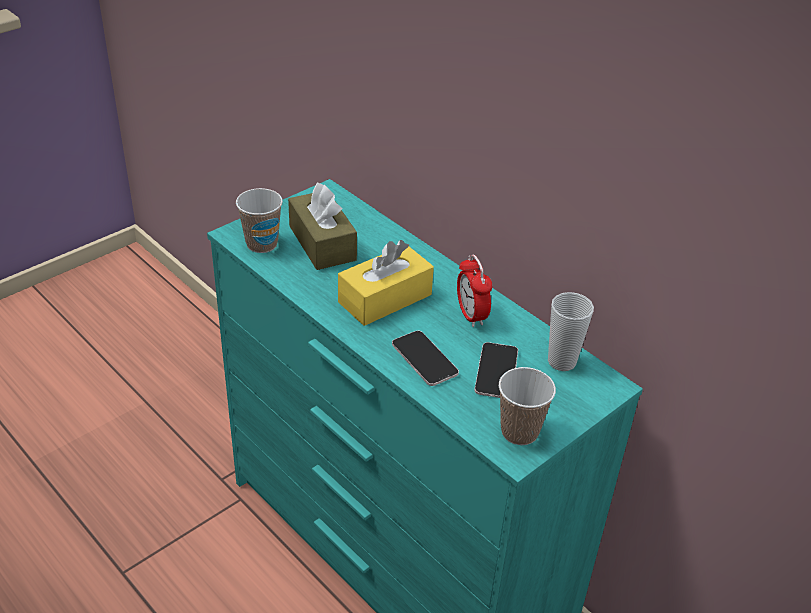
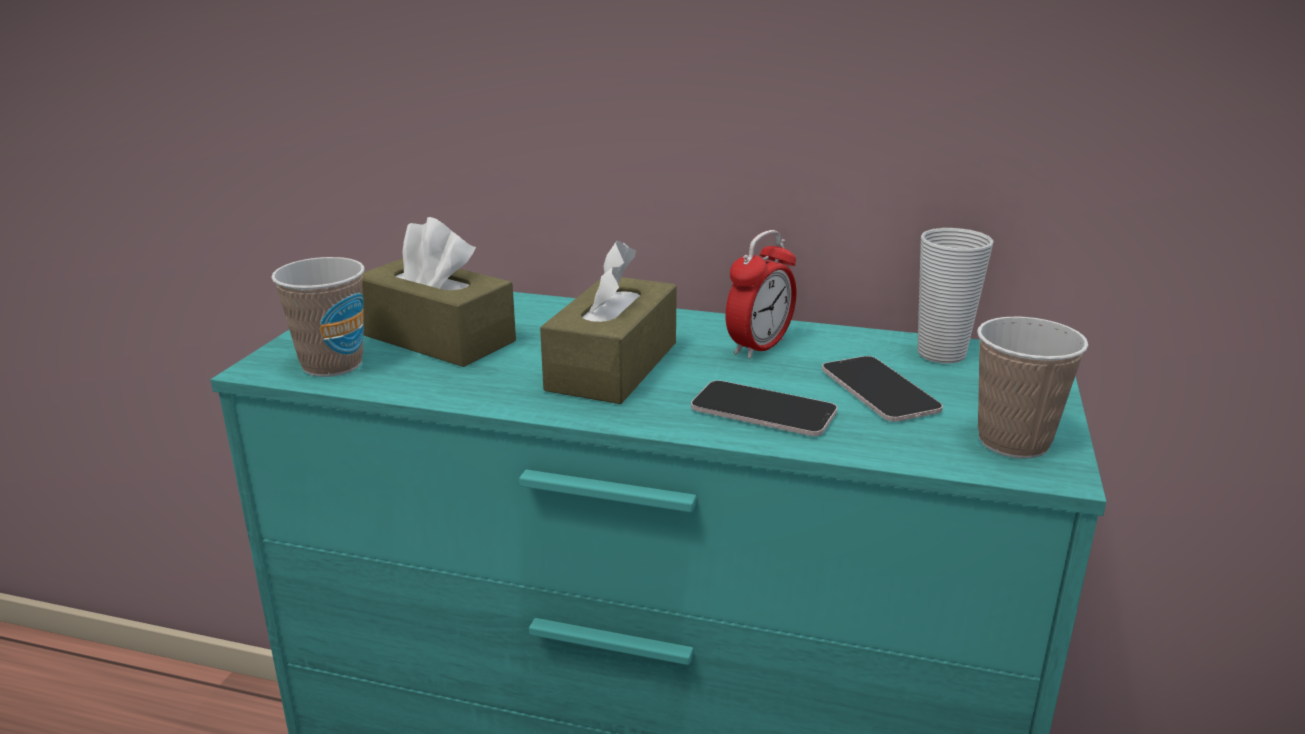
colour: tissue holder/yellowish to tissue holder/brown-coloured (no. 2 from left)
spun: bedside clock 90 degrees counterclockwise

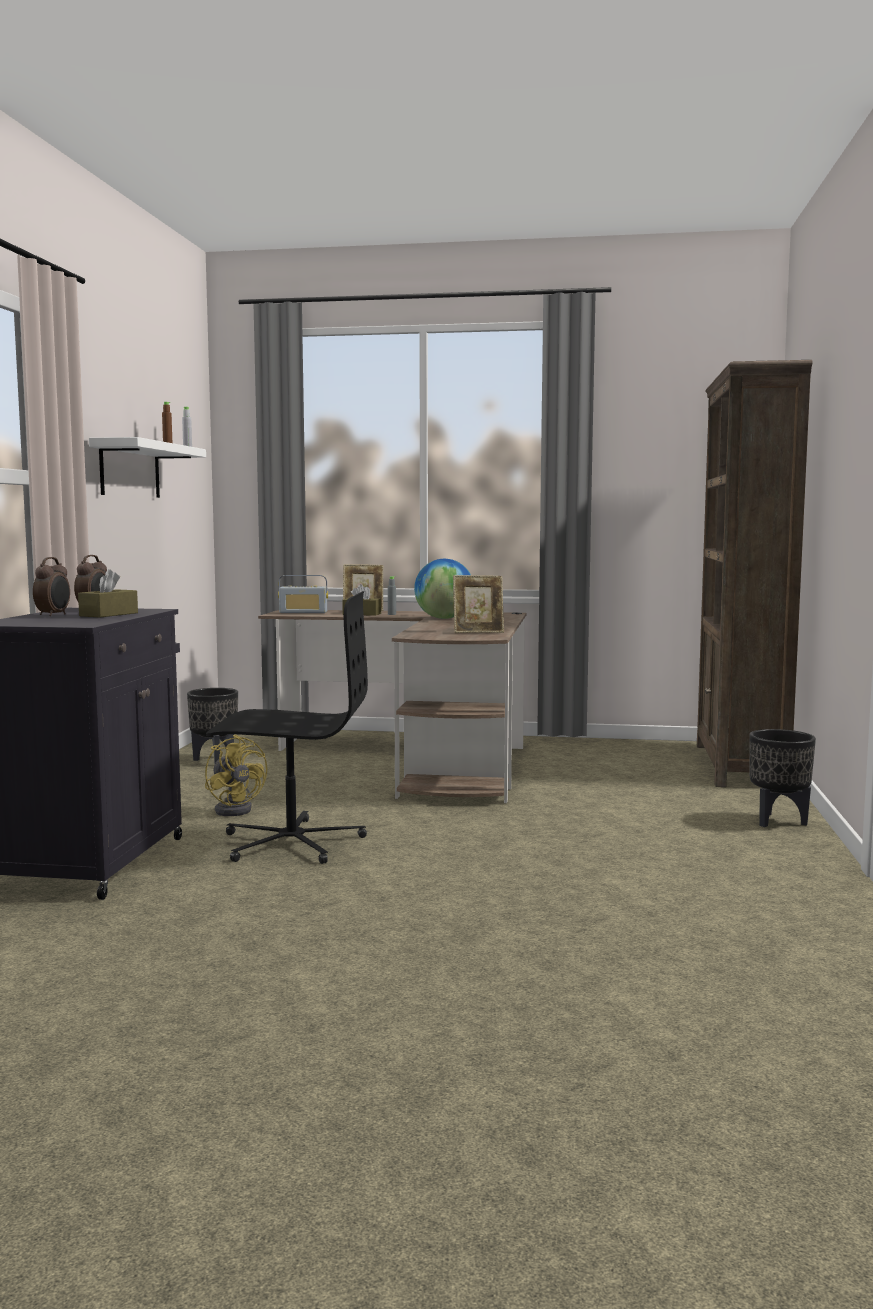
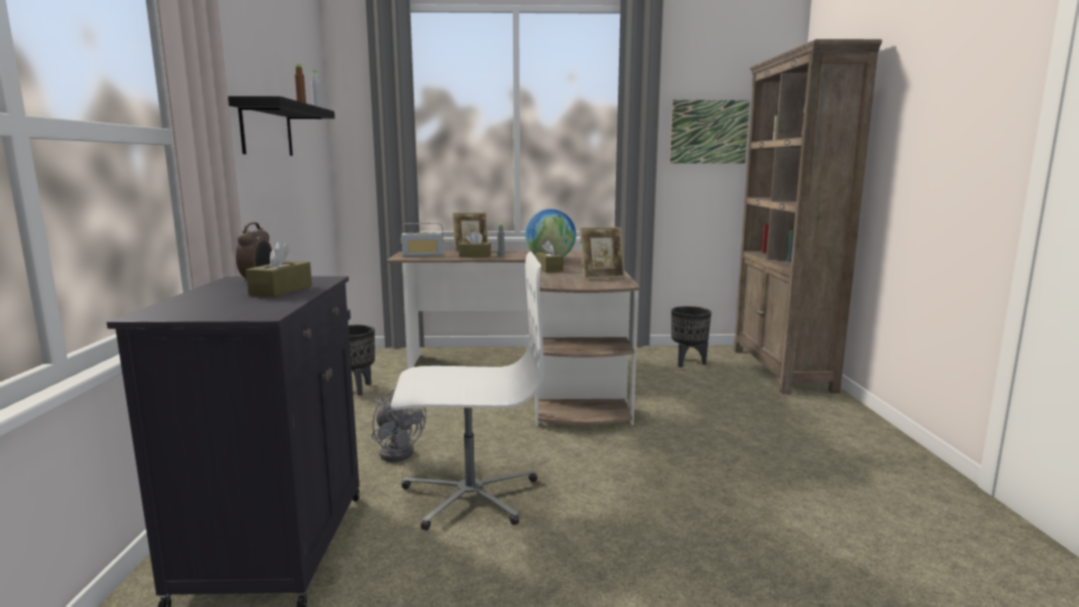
missing: bedside clock (no. 1 from left)
appeared: tissue holder/brown-coloured (no. 3 from left); picture
relocated: plant pot/black (no. 2 from left)
colour: wall shelf/white to wall shelf/black; electric fan/yellowish to electric fan/grey; office chair/black to office chair/white

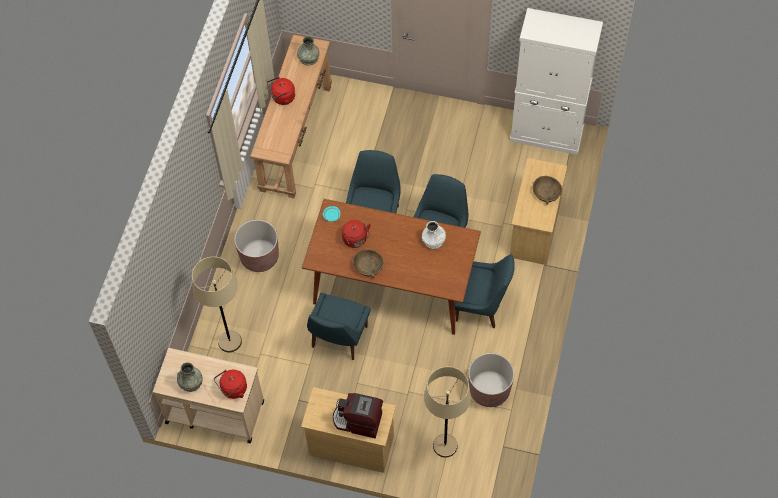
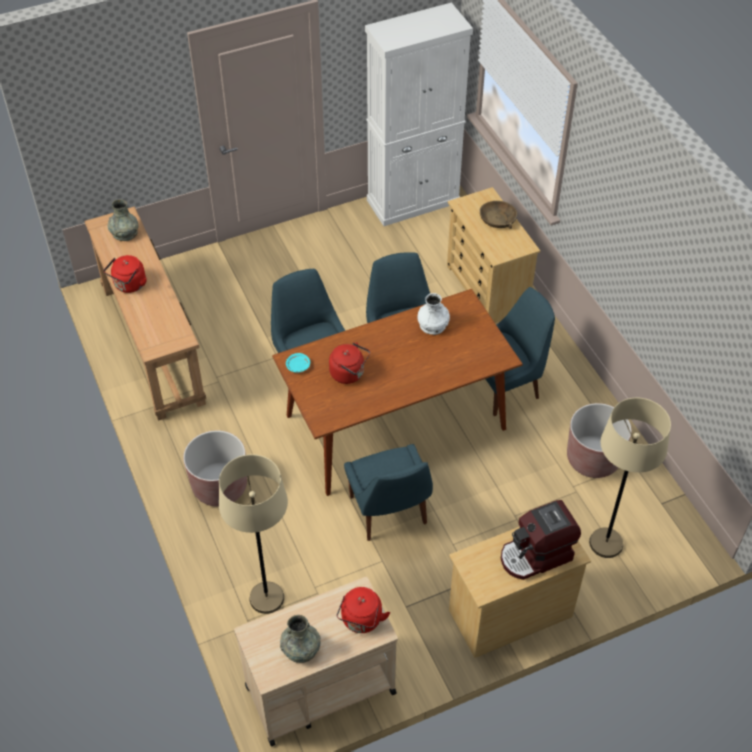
missing: serving bowl/brown-coloured (no. 1 from left)

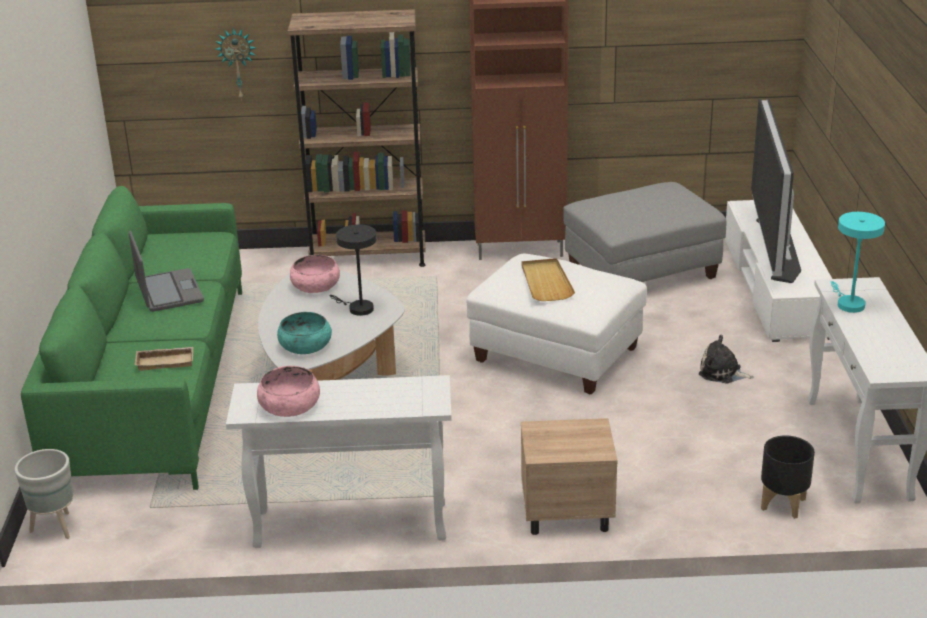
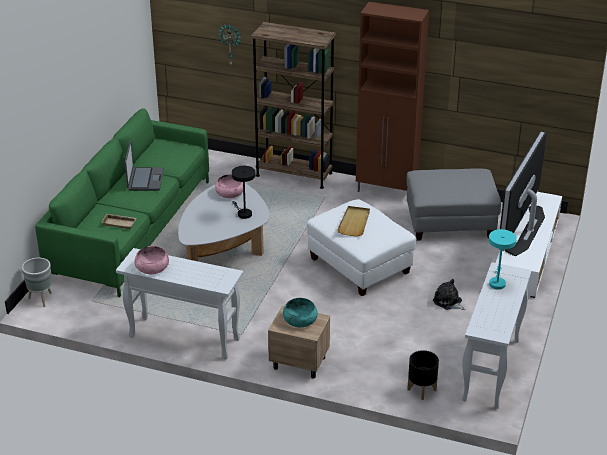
relocated: serving bowl/turquoise-coloured

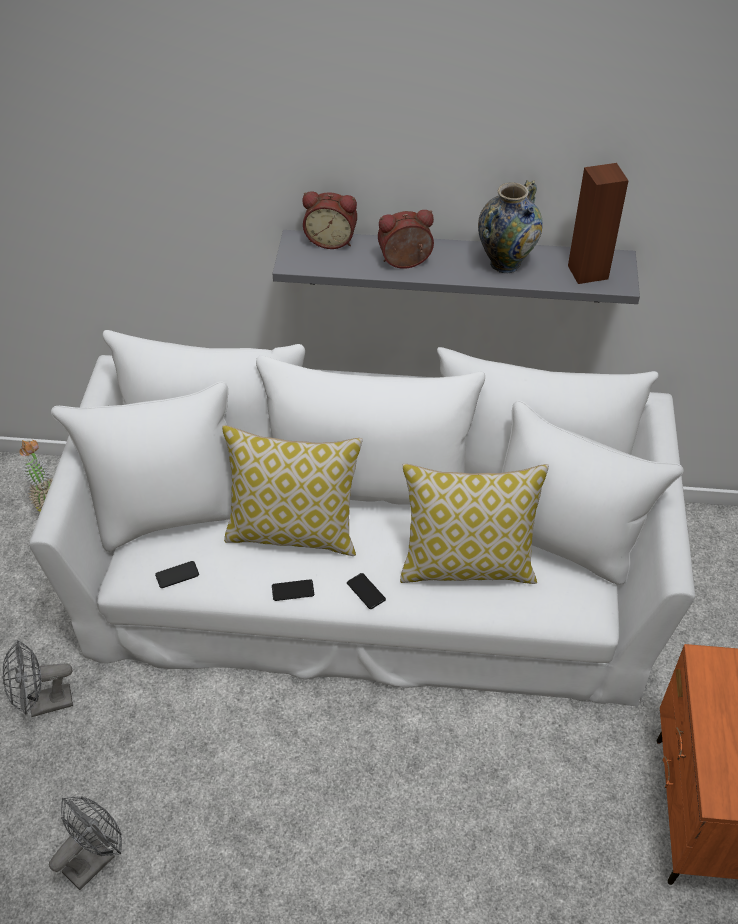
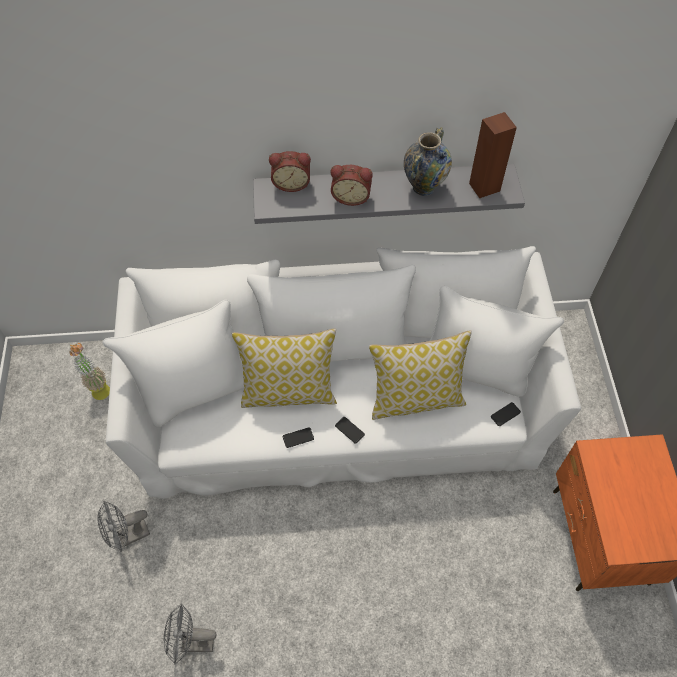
relocated: telephone (no. 1 from left in the first image) to telephone (no. 3 from left)
spun: electric fan/grey (no. 2 from left) 120 degrees counterclockwise; bedside clock (no. 2 from left) 150 degrees counterclockwise

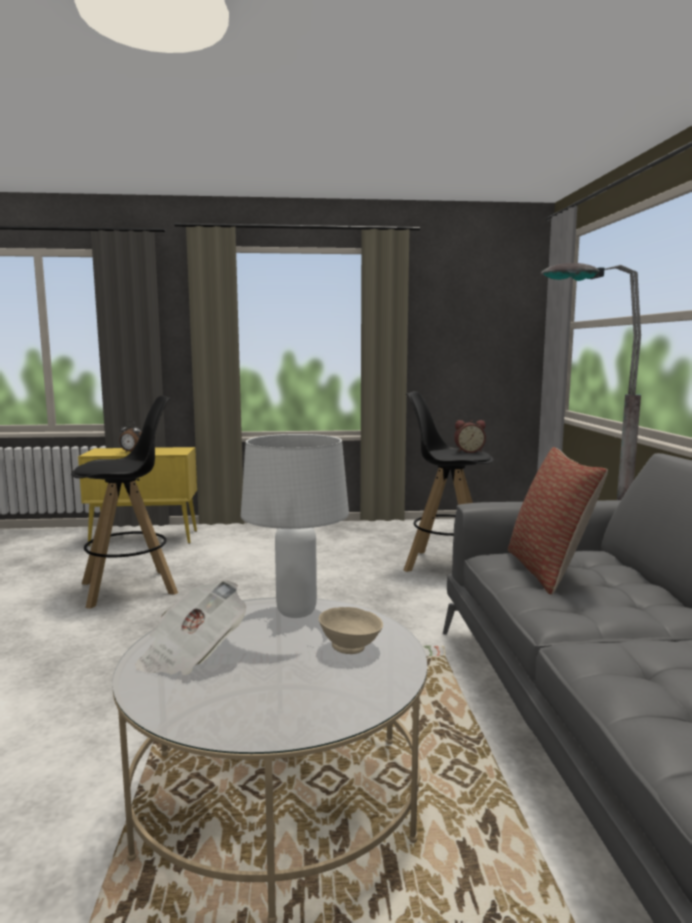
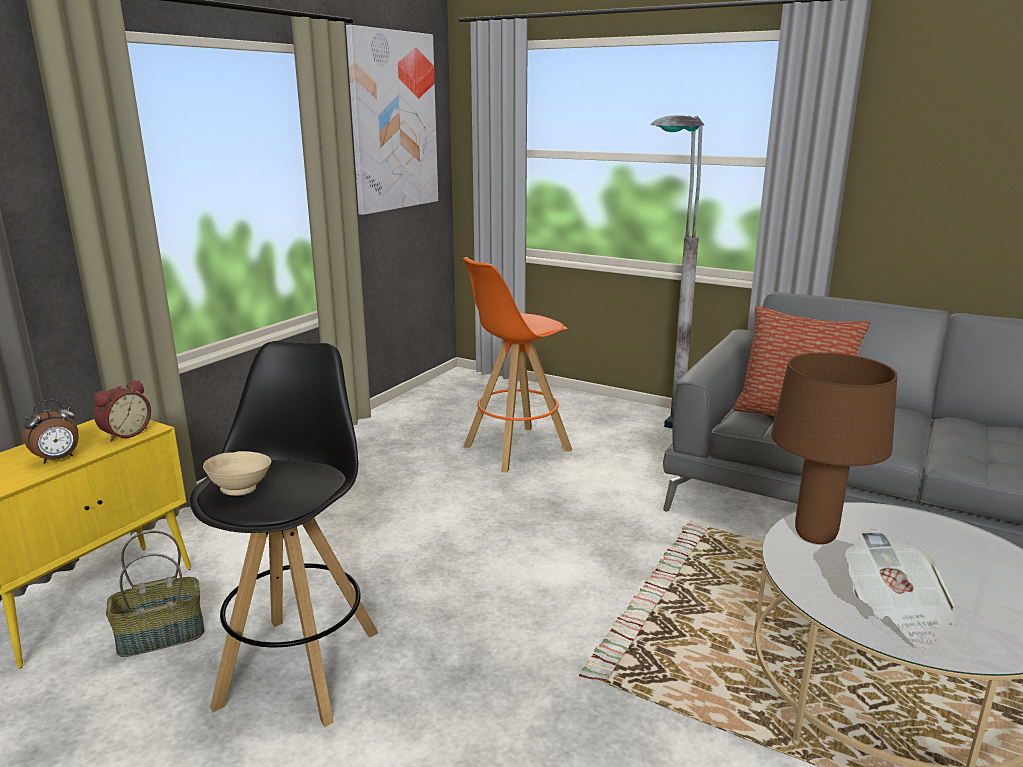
appeared: storage basket; picture
relocated: serving bowl/beige-coloured; bedside clock (no. 2 from left)
colour: lamp for a table/white to lamp for a table/brown-coloured; stool/black (no. 2 from left) to stool/orange

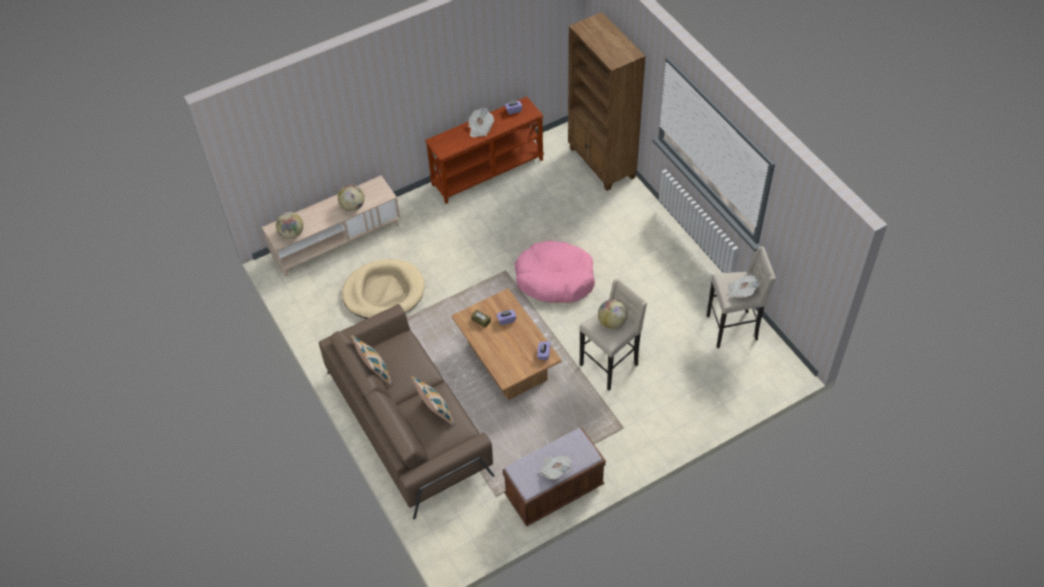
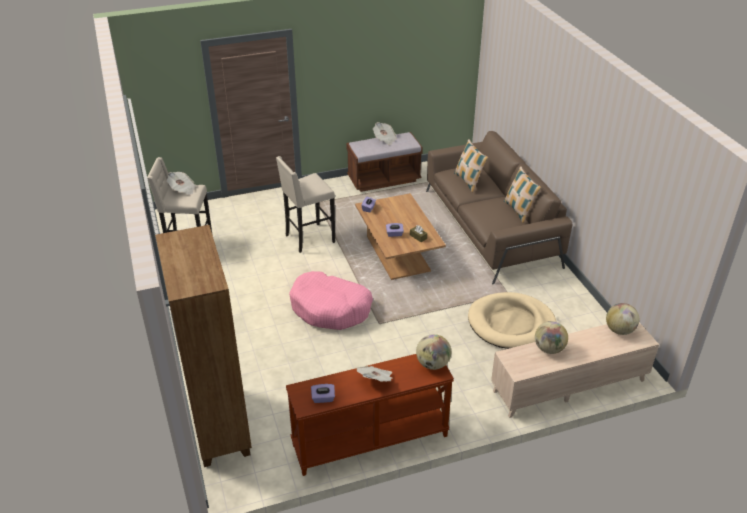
relocated: desk globe (no. 3 from left in the first image) to desk globe (no. 1 from left)

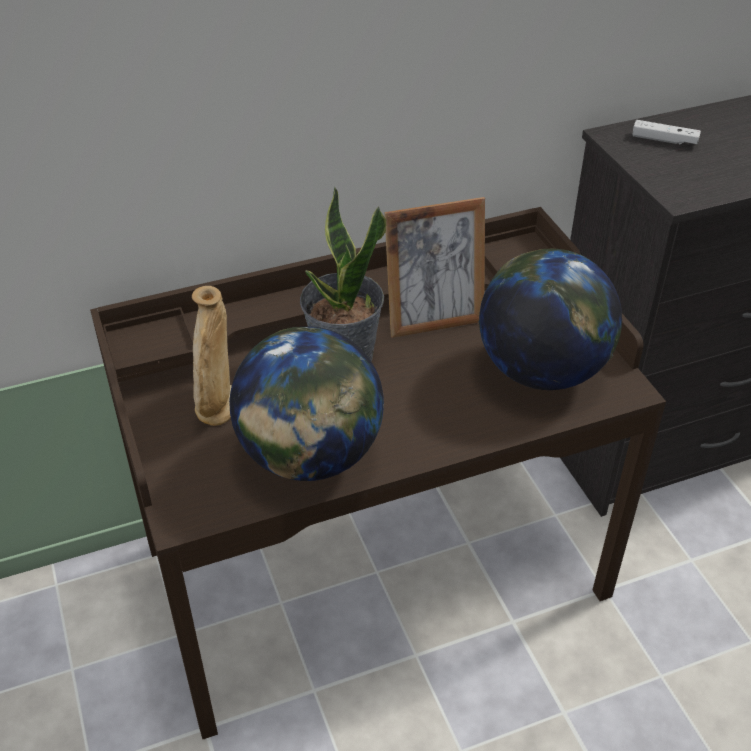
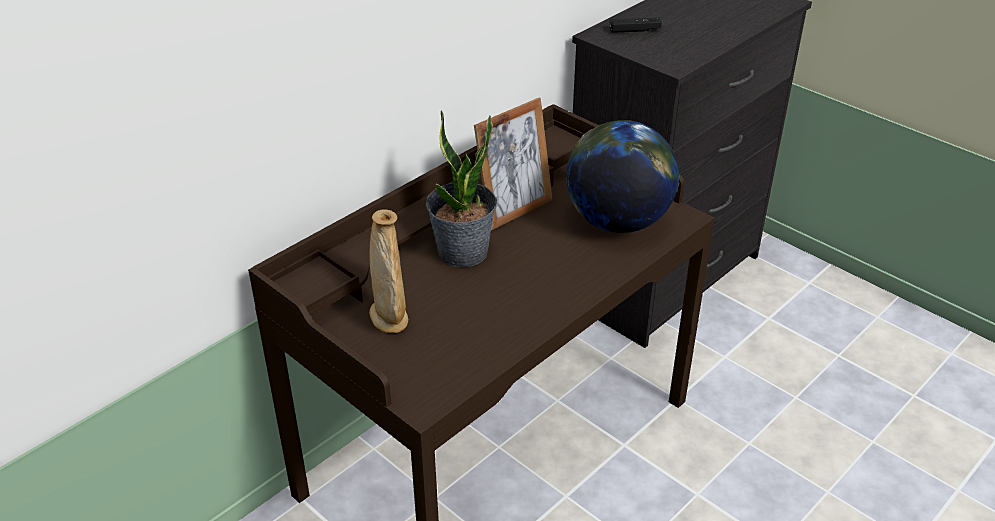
missing: desk globe (no. 1 from left)
colour: joypad/white to joypad/black

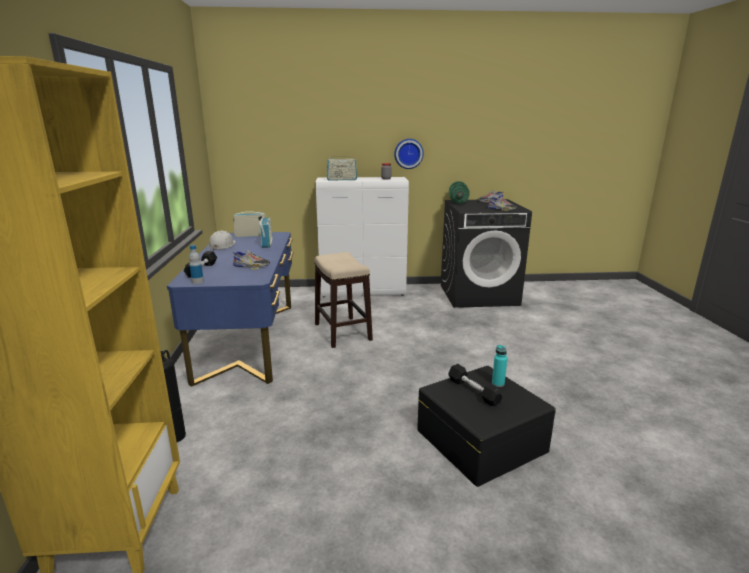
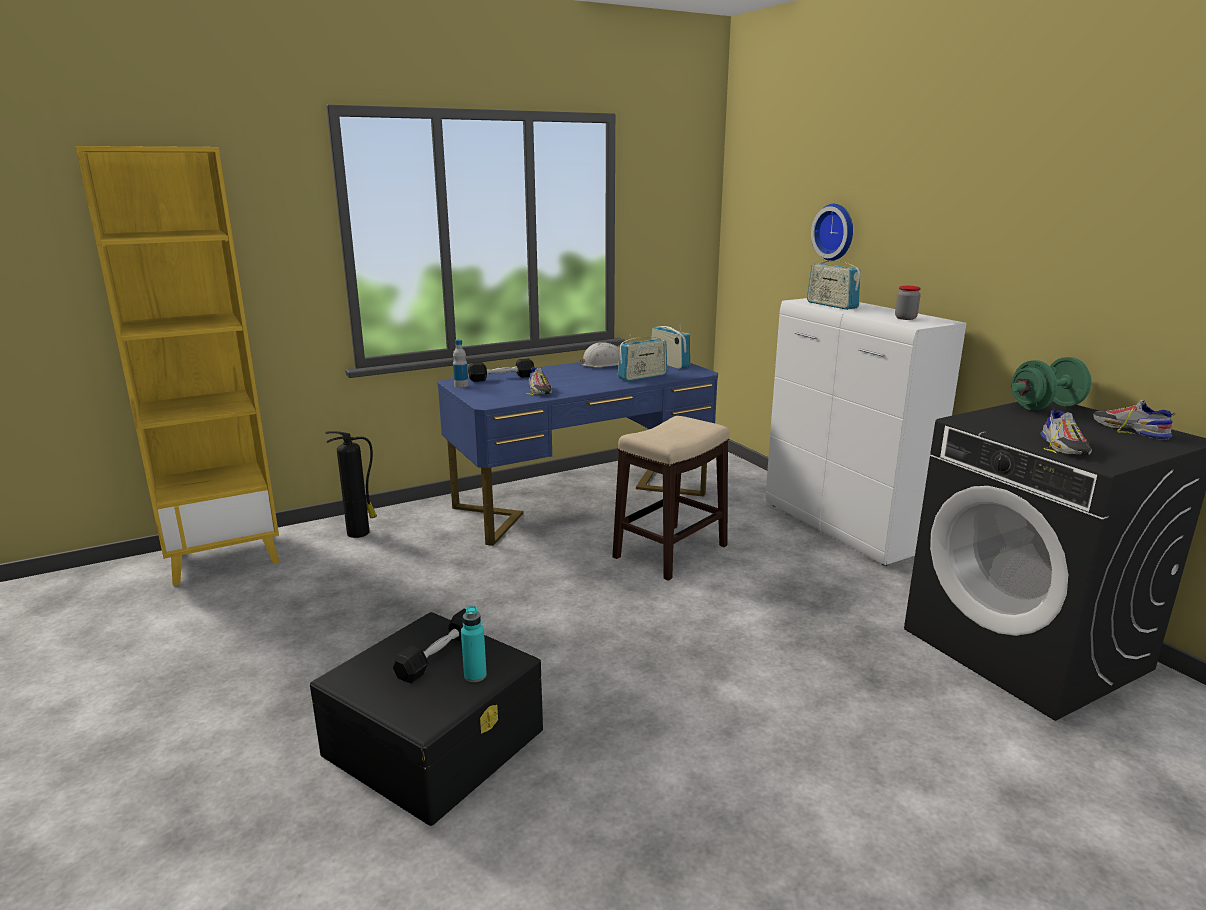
relocated: hanging clock

